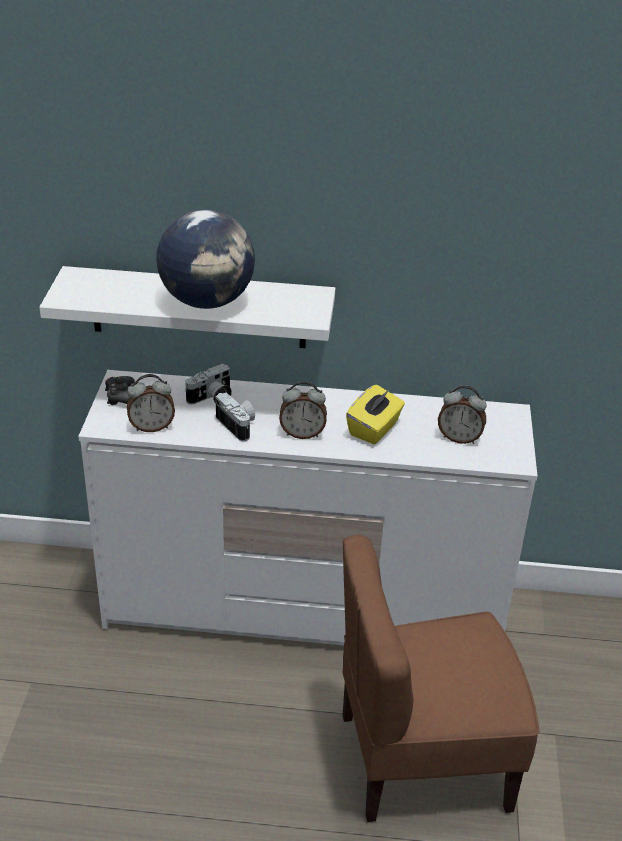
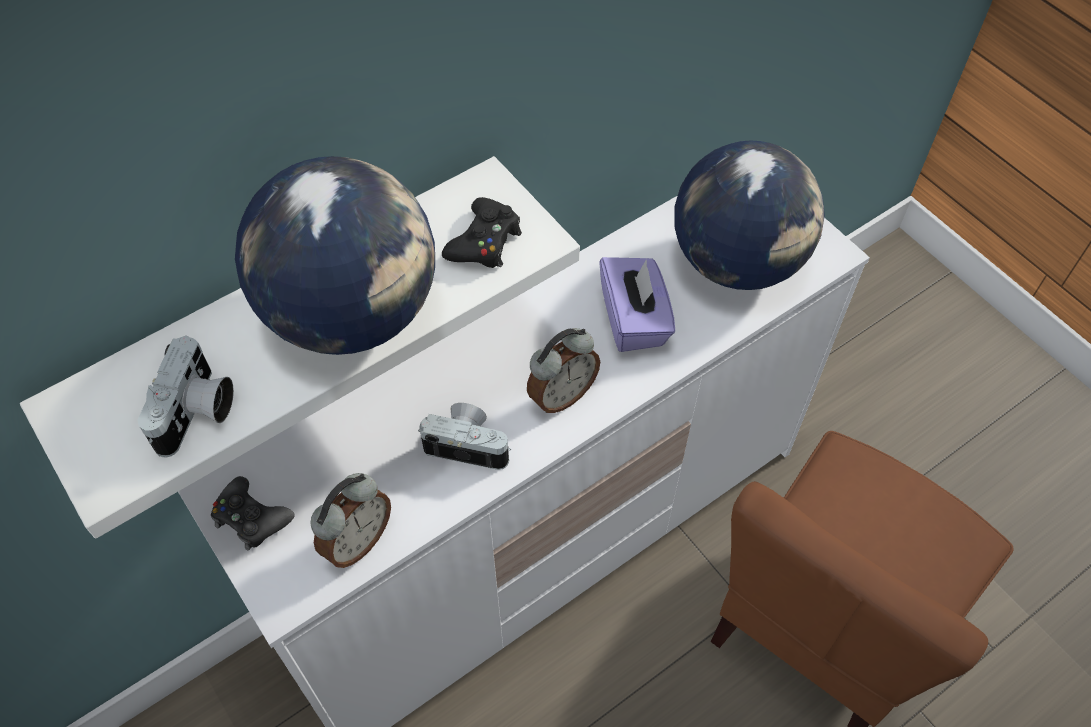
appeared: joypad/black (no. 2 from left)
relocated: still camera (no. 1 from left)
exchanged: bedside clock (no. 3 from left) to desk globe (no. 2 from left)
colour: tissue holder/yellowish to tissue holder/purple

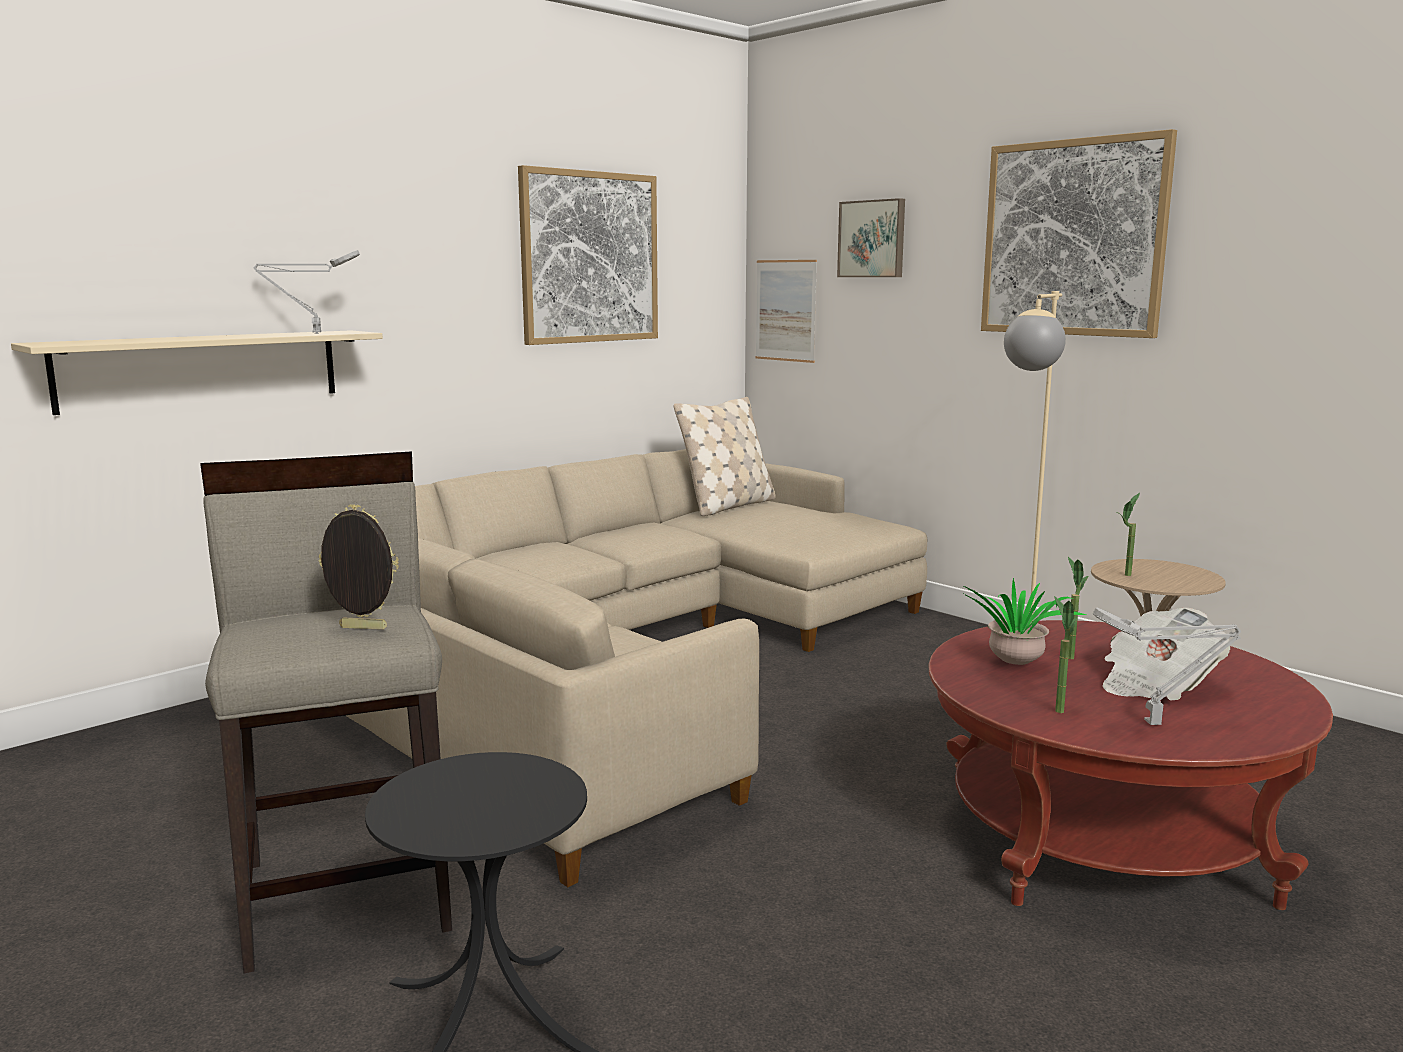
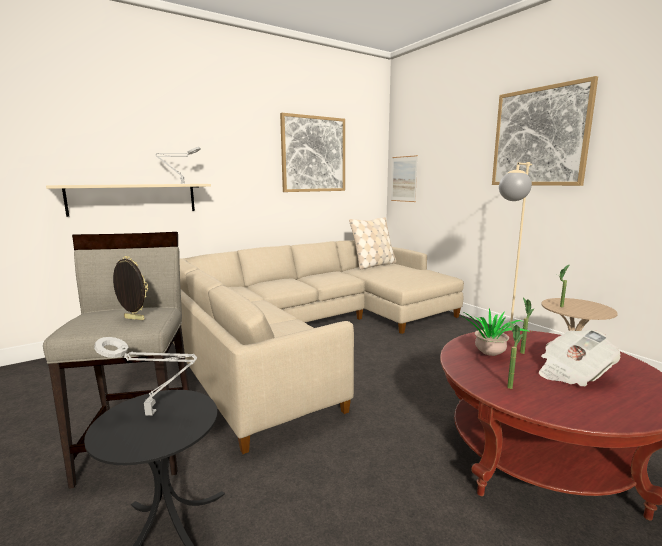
missing: picture (no. 3 from left)
relocated: lamp for a table/grey (no. 2 from left in the first image) to lamp for a table/grey (no. 1 from left)

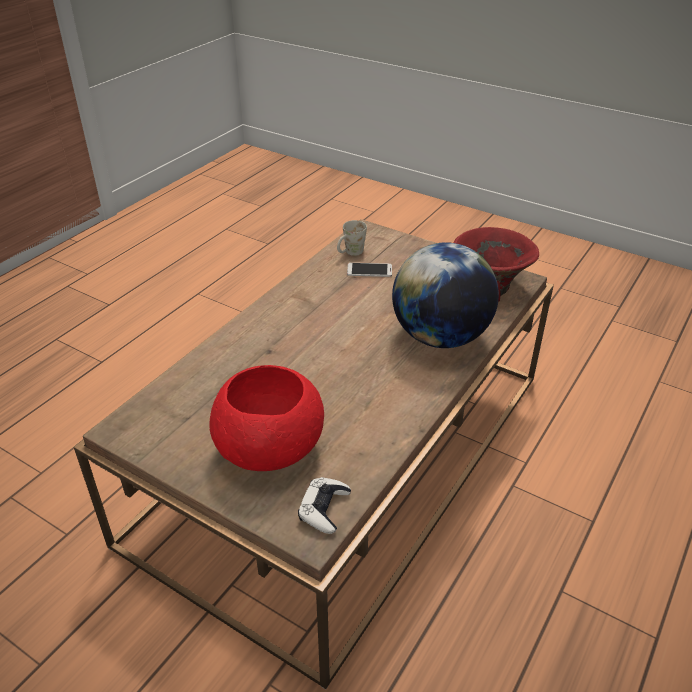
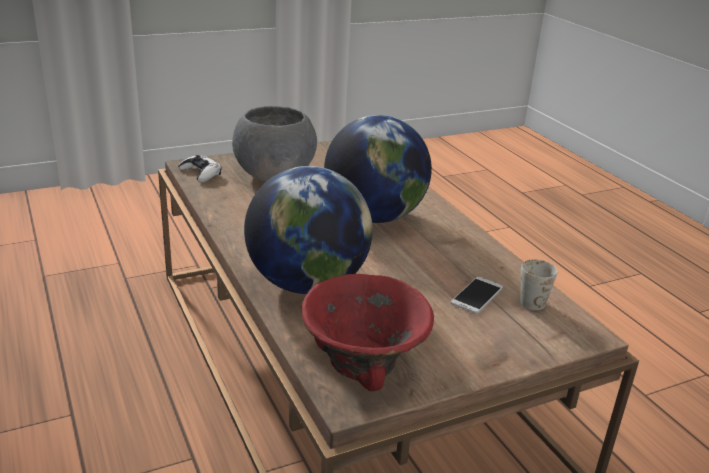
appeared: desk globe (no. 2 from left)
colour: serving bowl/red (no. 1 from left) to serving bowl/grey

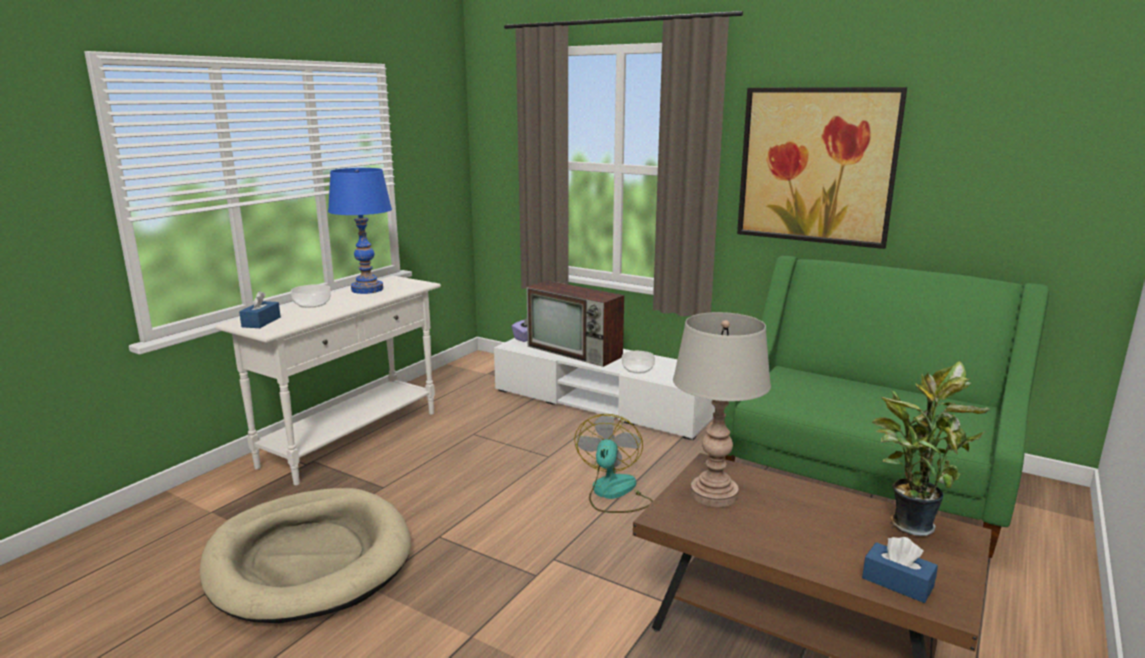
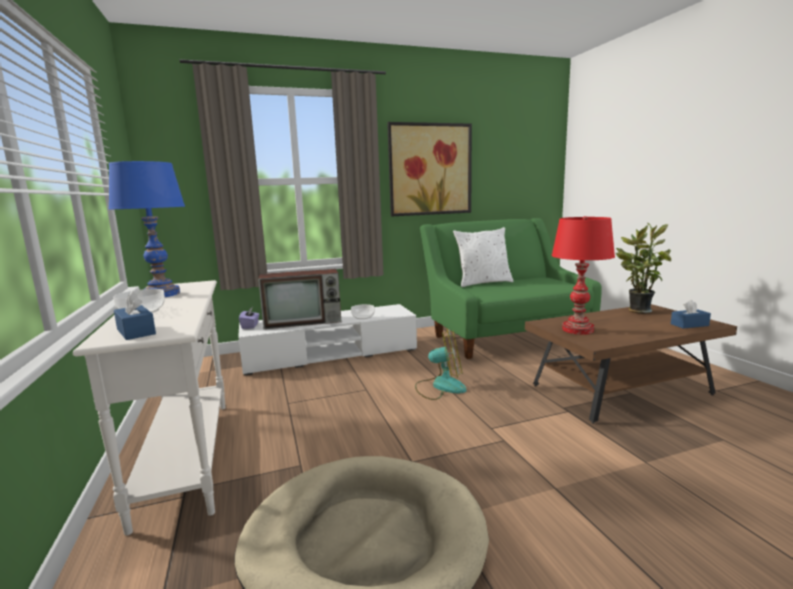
appeared: throw pillow/white
colour: lamp for a table/grey to lamp for a table/red
spun: electric fan 135 degrees clockwise

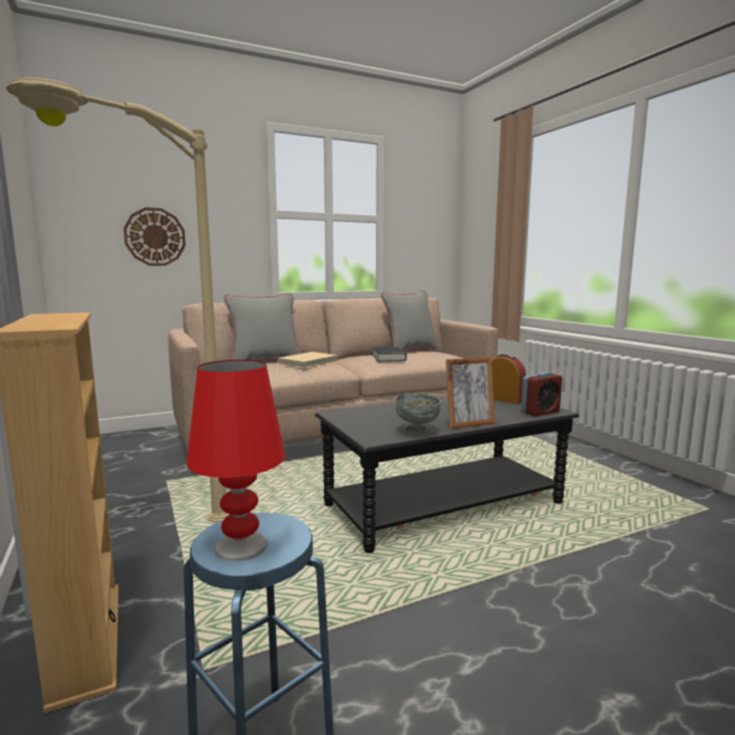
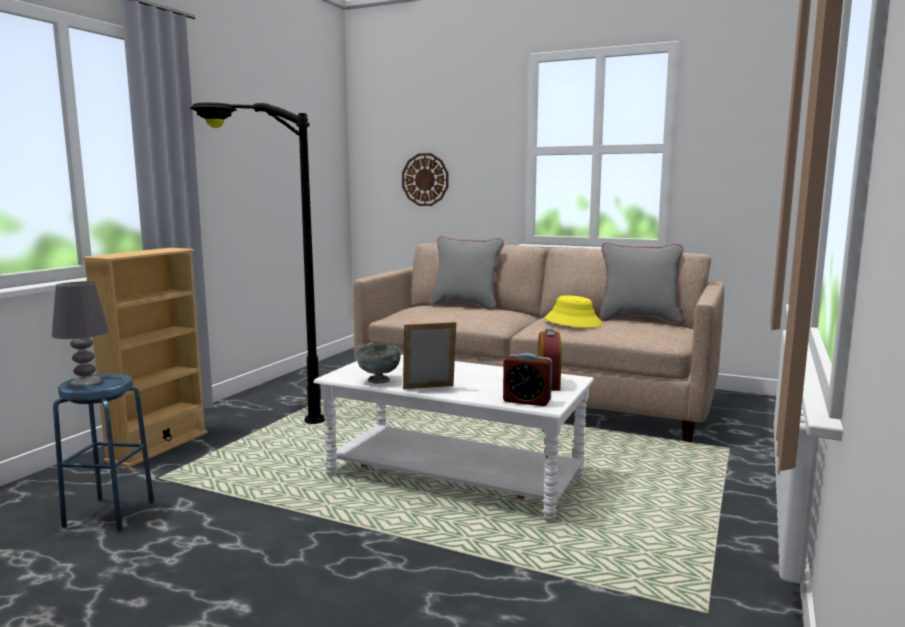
missing: book/beige-coloured
exchanged: book/black to hat/yellowish
colour: standard lamp/beige-coloured to standard lamp/black; lamp for a table/red to lamp for a table/grey; coffee table/black to coffee table/white
spun: photo frame 135 degrees clockwise

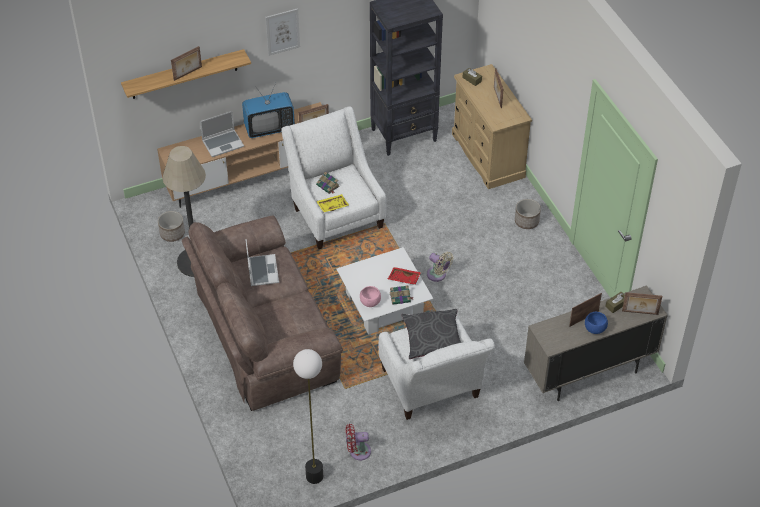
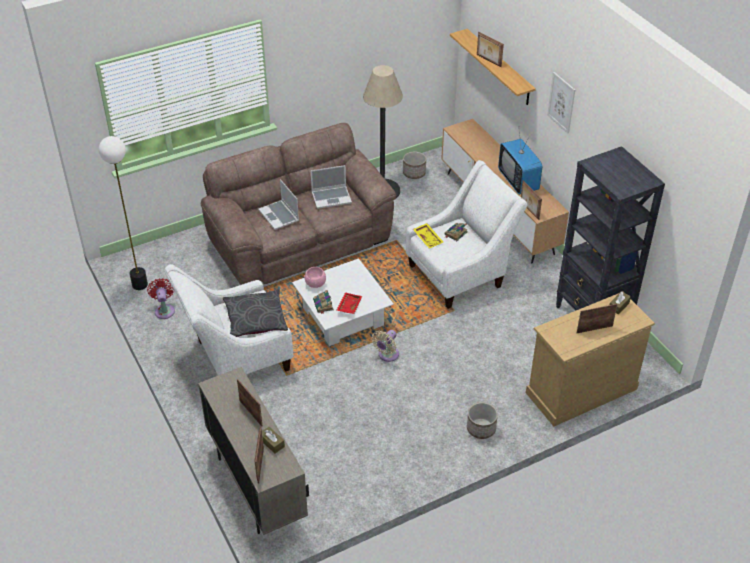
missing: serving bowl/blue
relocated: laptop (no. 1 from left)

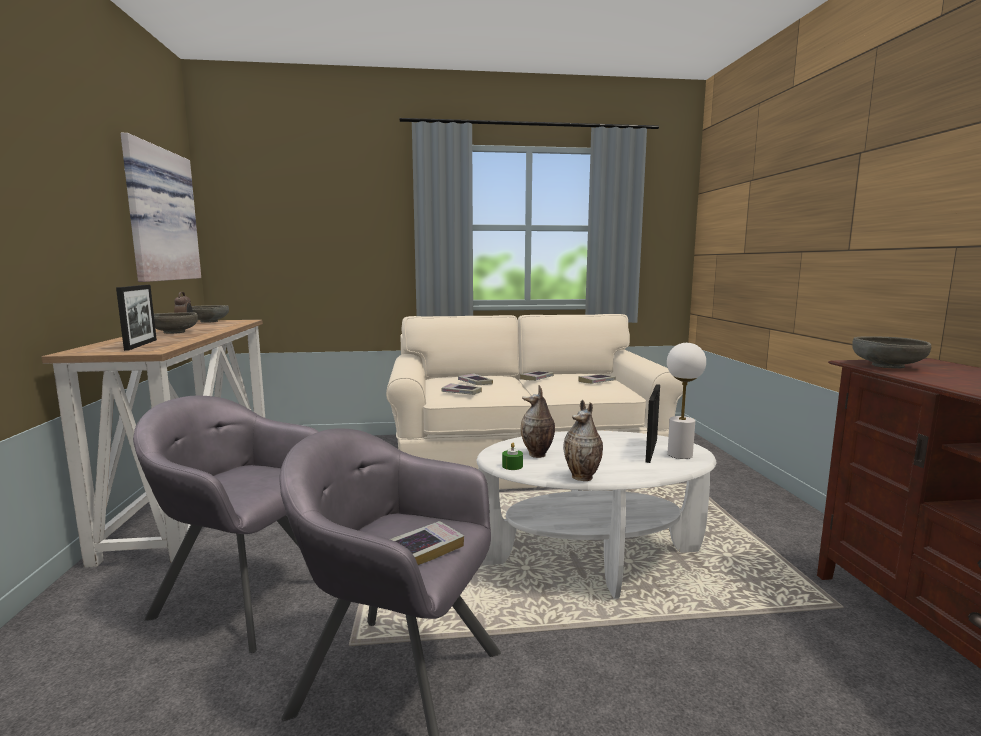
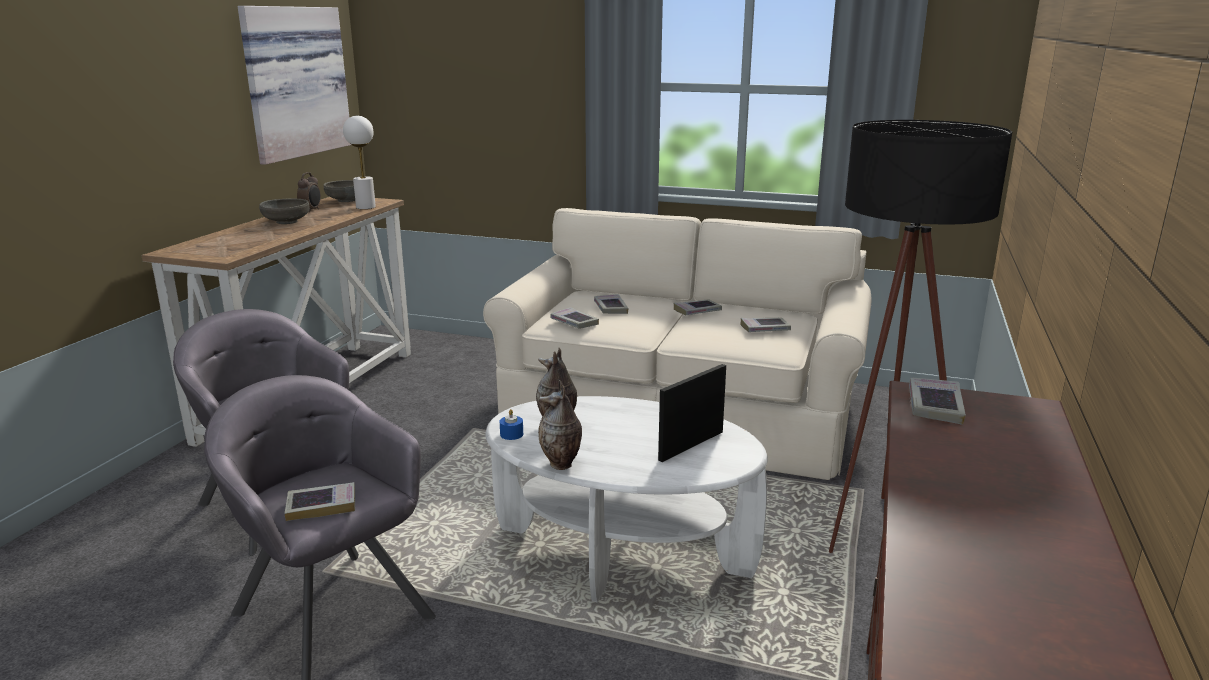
missing: photo frame (no. 1 from left)
appeared: standard lamp/black
relocated: lamp for a table/white
exchanged: serving bowl/grey (no. 3 from left) to book (no. 6 from left)
colour: wax light/green-coloured to wax light/blue

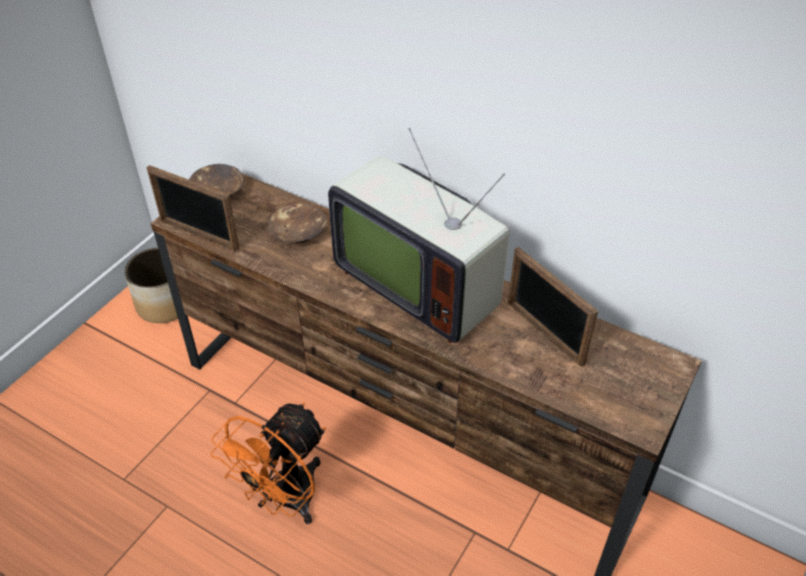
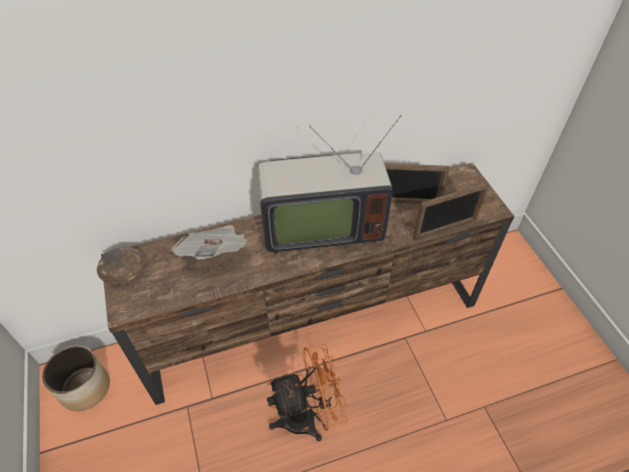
relocated: photo frame (no. 1 from left in the first image) to photo frame (no. 2 from left)
exchanged: serving bowl/brown-coloured (no. 2 from left) to newspaper
spun: electric fan/orange 90 degrees counterclockwise

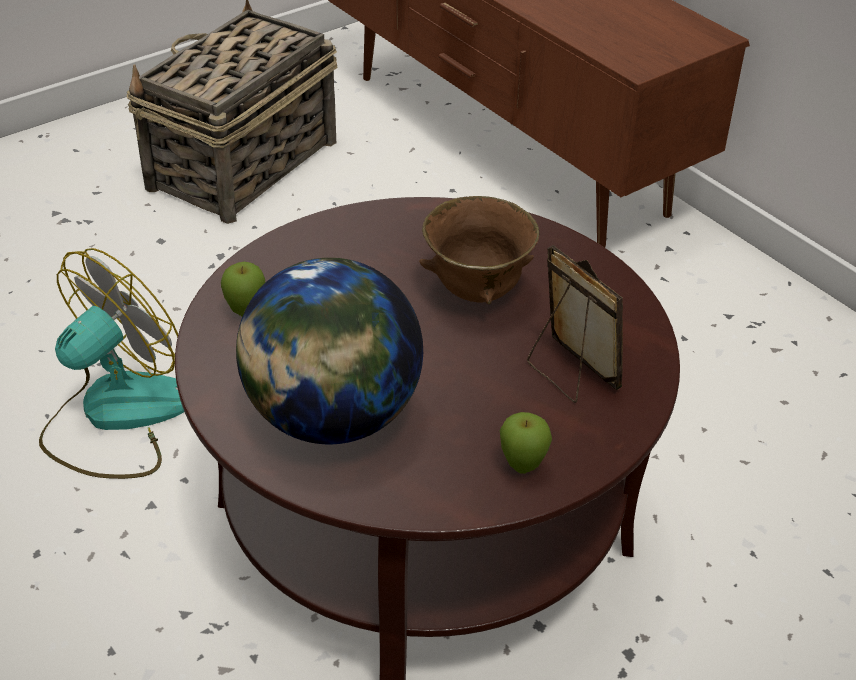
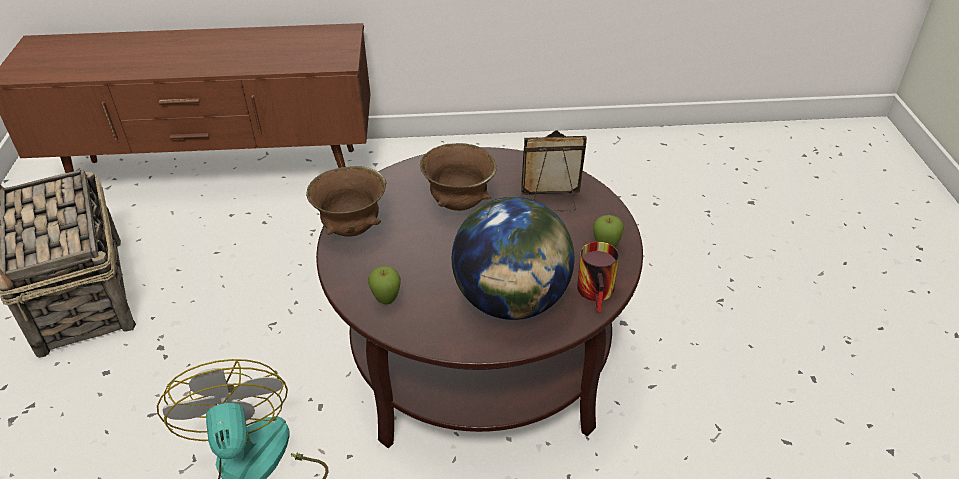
appeared: serving bowl/brown-coloured (no. 1 from left); coffee mug

